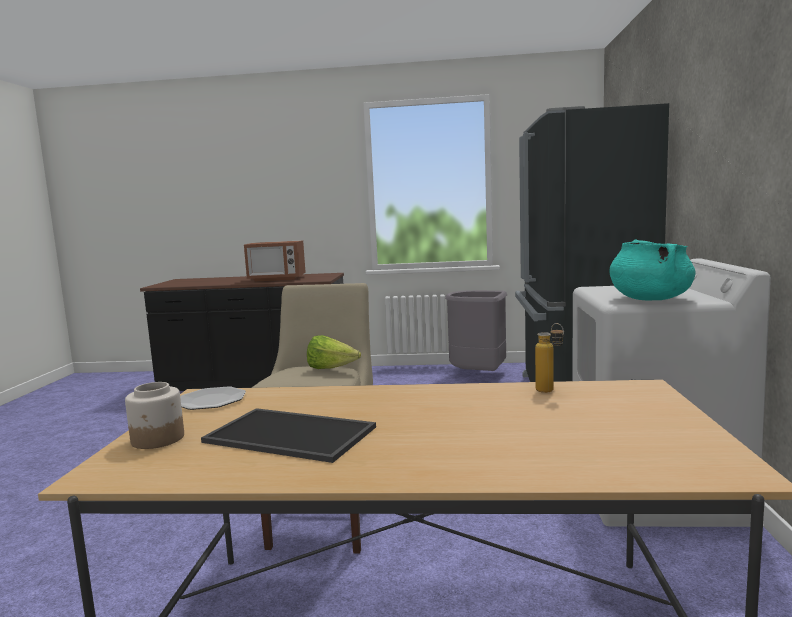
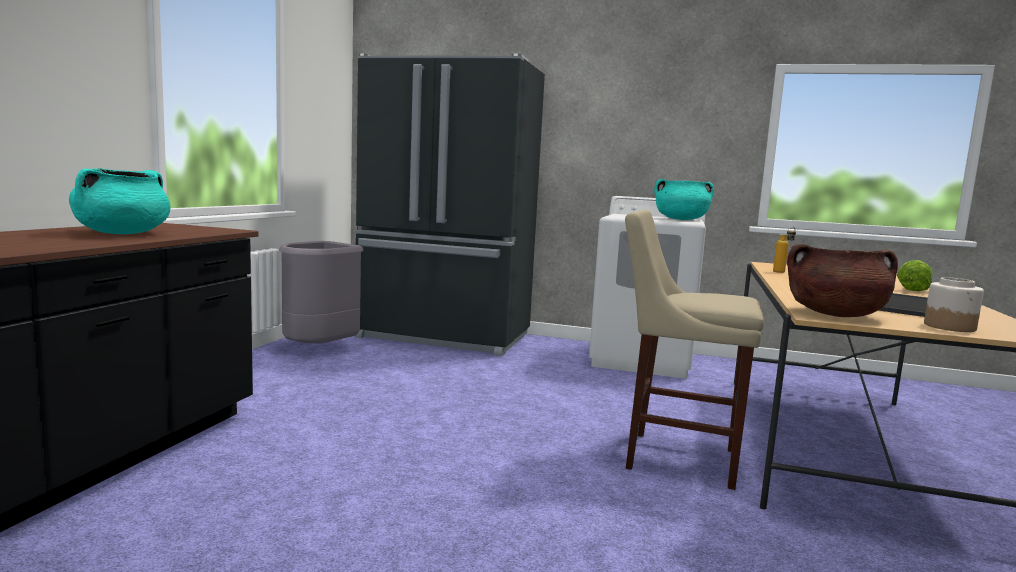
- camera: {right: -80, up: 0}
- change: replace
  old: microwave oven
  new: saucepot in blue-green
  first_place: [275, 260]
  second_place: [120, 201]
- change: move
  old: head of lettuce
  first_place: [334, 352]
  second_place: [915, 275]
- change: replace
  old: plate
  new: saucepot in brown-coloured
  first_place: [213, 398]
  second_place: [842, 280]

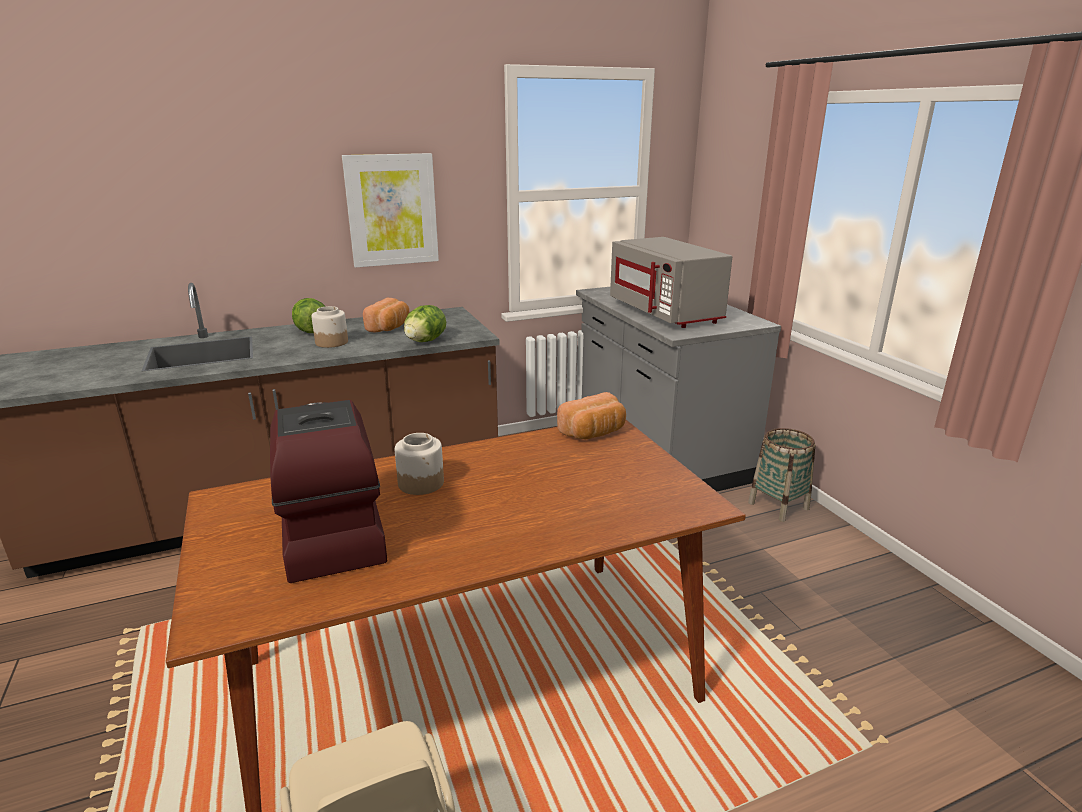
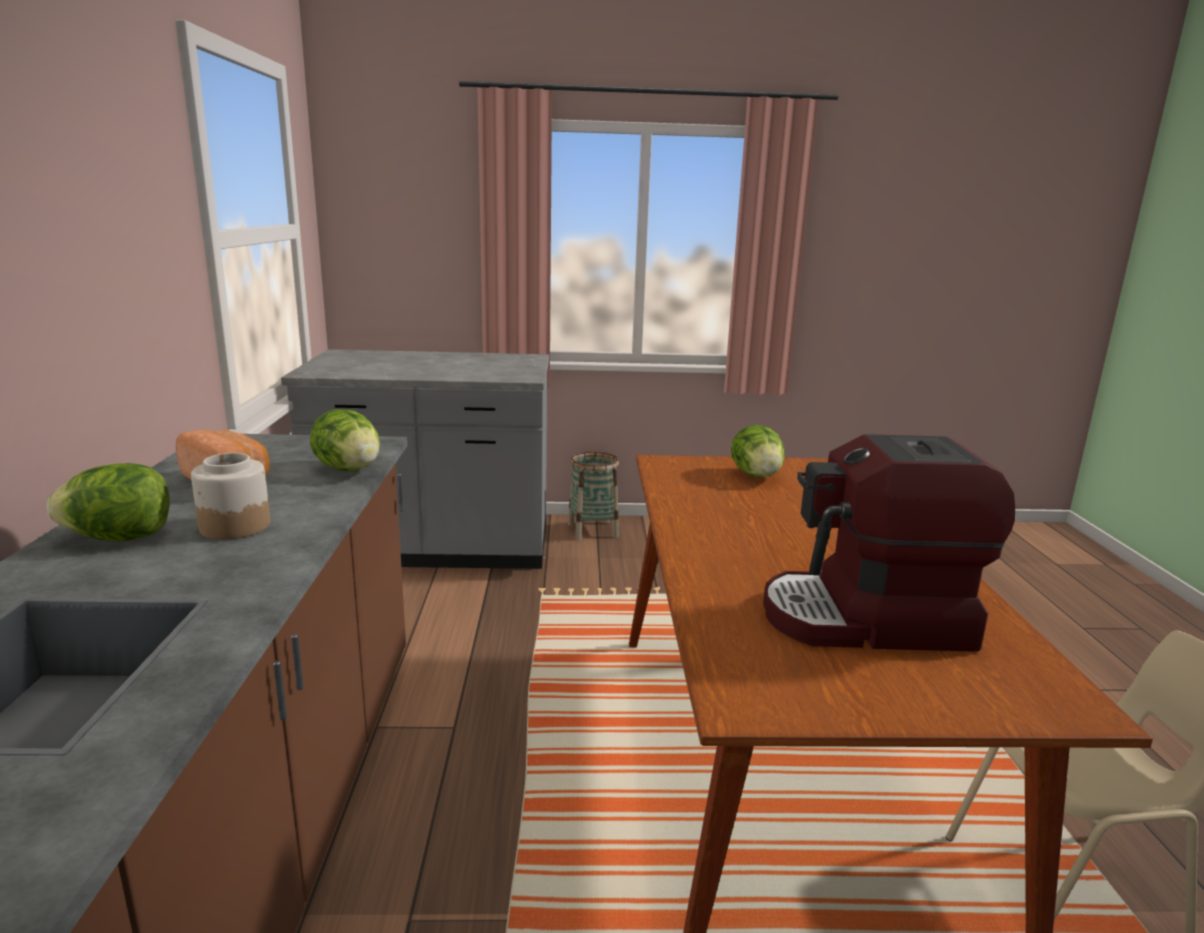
- camera: {right: -70, up: -5}
- change: delete
  old: wall picture
  first_place: [390, 210]
- change: delete
  old: microwave oven in greyish
  first_place: [671, 282]
- change: delete
  old: baked bread
  first_place: [591, 415]
- change: delete
  old: storage jar
  first_place: [419, 464]
- change: insert
  new: head of lettuce
  second_place: [758, 451]

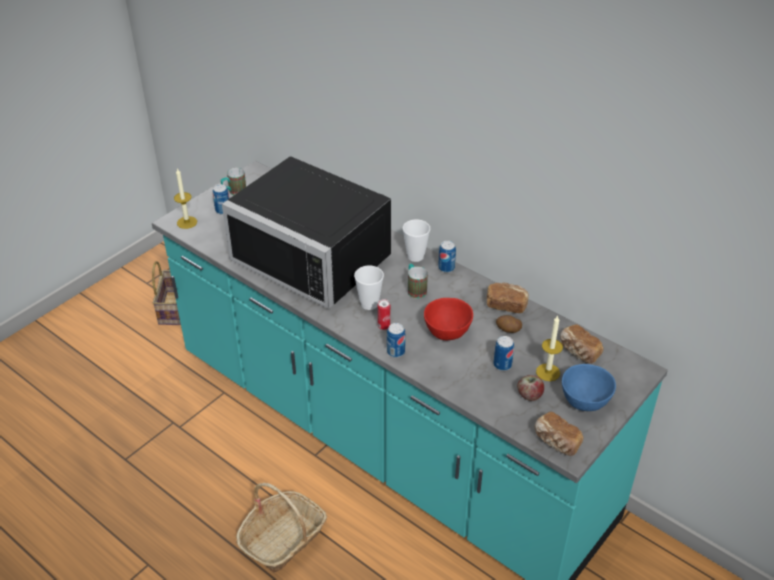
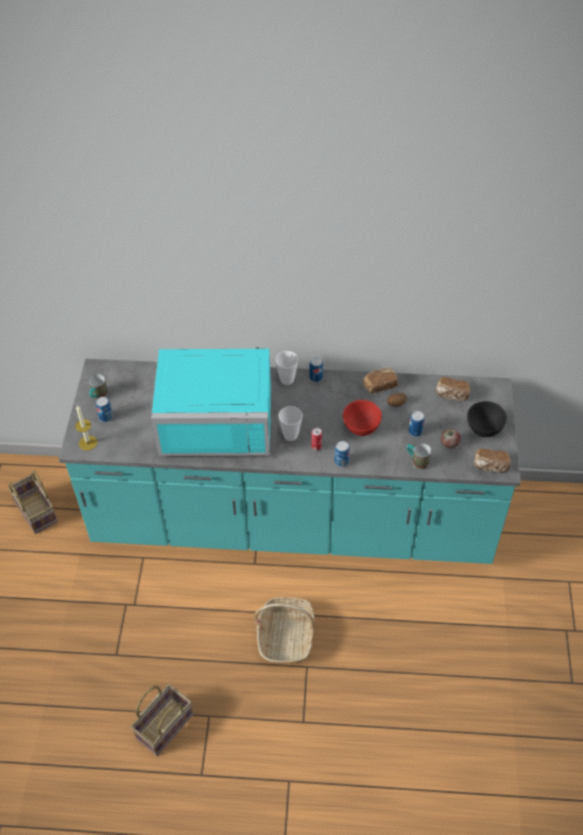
- camera: {right: -35, up: 10}
- change: recolor
  old: microwave oven in blackish
  new: microwave oven in blue-green
  first_place: [306, 232]
  second_place: [211, 401]
- change: move
  old: coffee mug
  first_place: [418, 281]
  second_place: [419, 456]
- change: delete
  old: wax light
  first_place: [549, 348]
- change: recolor
  old: bowl in blue
  new: bowl in blackish
  first_place: [589, 387]
  second_place: [487, 419]
- change: insert
  new: household basket
  second_place: [162, 720]

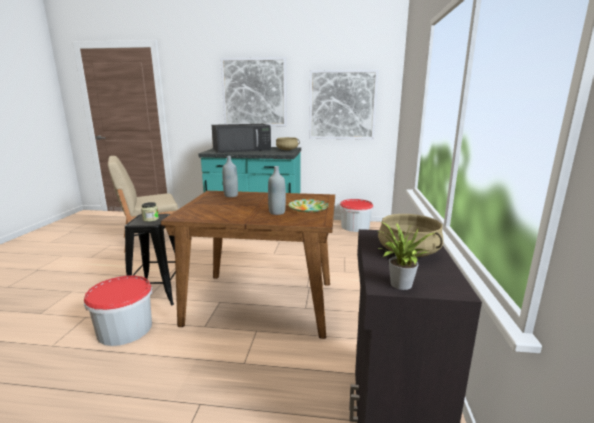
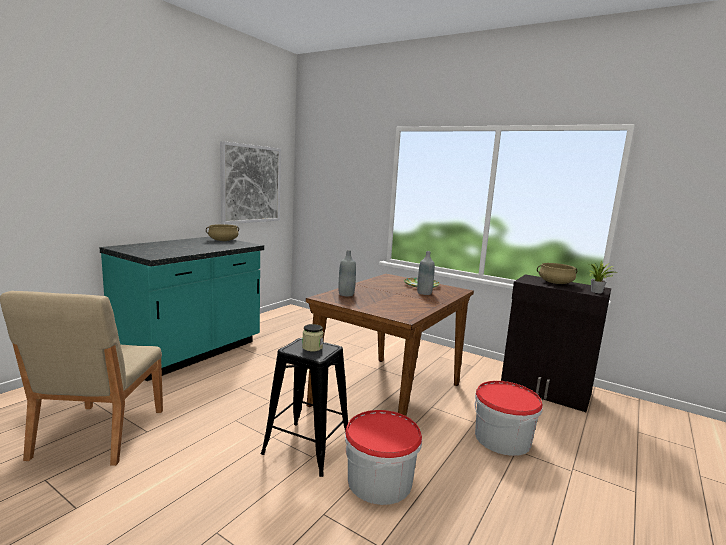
- camera: {right: -65, up: -5}
- change: delete
  old: wall picture
  first_place: [253, 91]
- change: delete
  old: microwave oven in blackish
  first_place: [241, 138]
- change: move
  old: pail
  first_place: [356, 215]
  second_place: [509, 418]

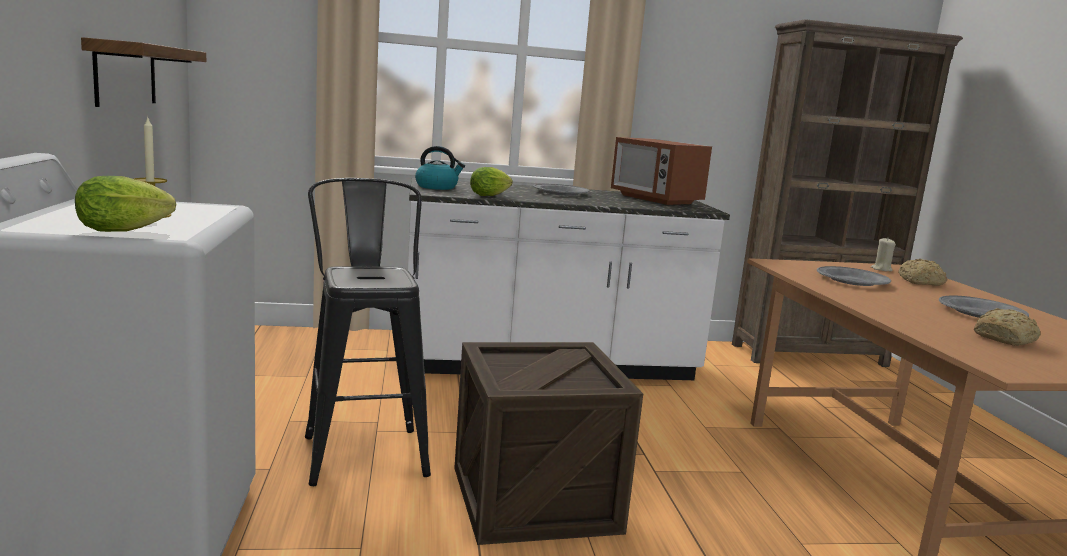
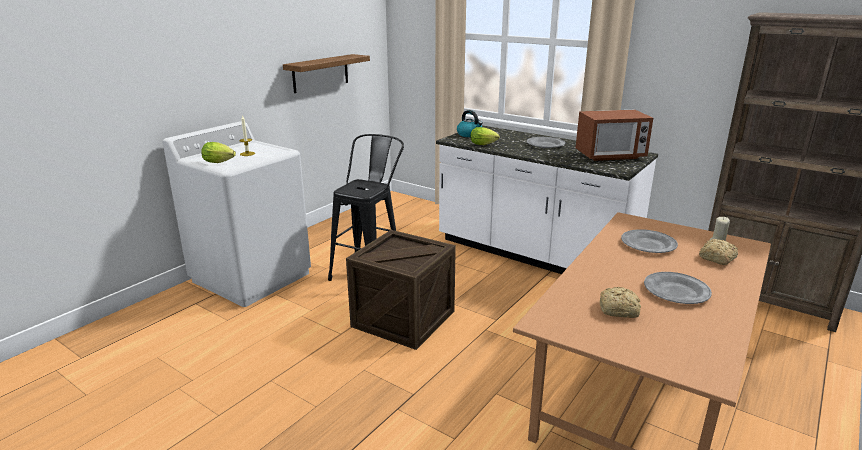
- camera: {right: 45, up: 10}
- change: rotate
  old: microwave oven
  first_place: [661, 171]
  second_place: [614, 135]
  degrees: -105

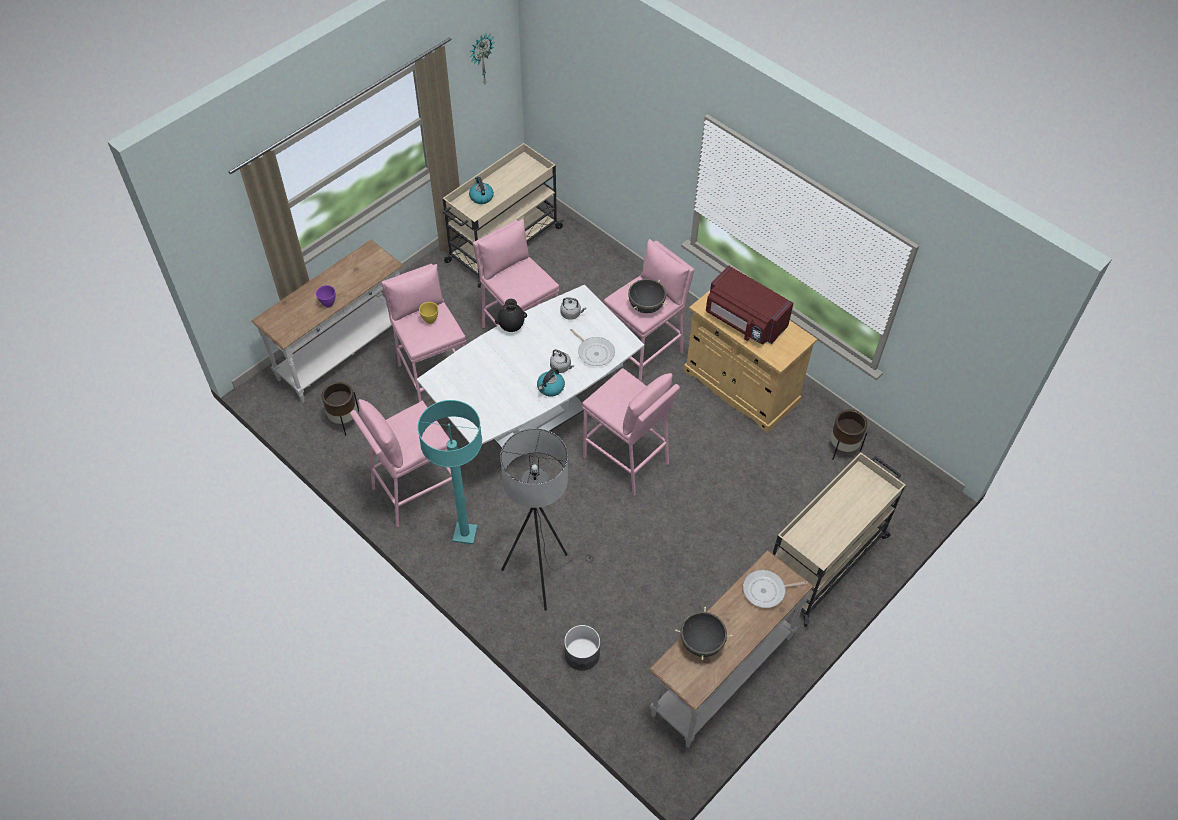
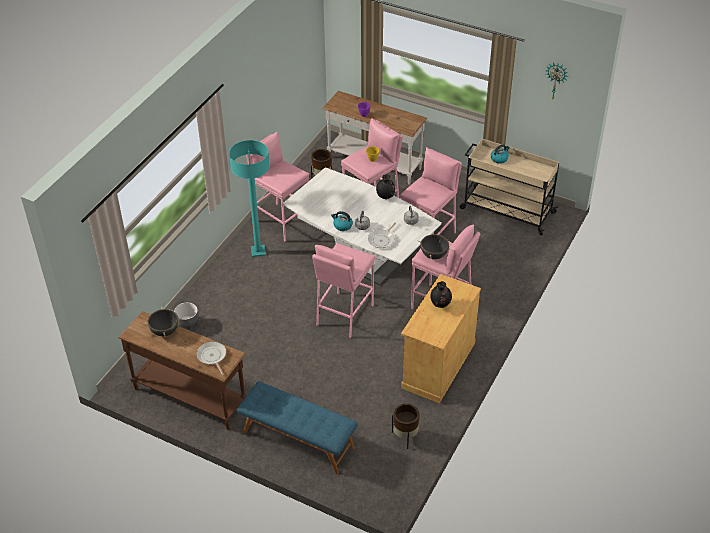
- camera: {right: 75, up: -10}
- change: replace
  old: microwave oven in reddish
  new: flower vase in blackish
  first_place: [750, 305]
  second_place: [441, 294]
- change: delete
  old: standing lamp in greyish
  first_place: [547, 519]
- change: replace
  old: cart in beige
  new: bench in blue
  first_place: [839, 539]
  second_place: [297, 427]
- change: recolor
  old: hall table in white-coloured
  new: hall table in brown-coloured
  first_place: [731, 649]
  second_place: [182, 370]

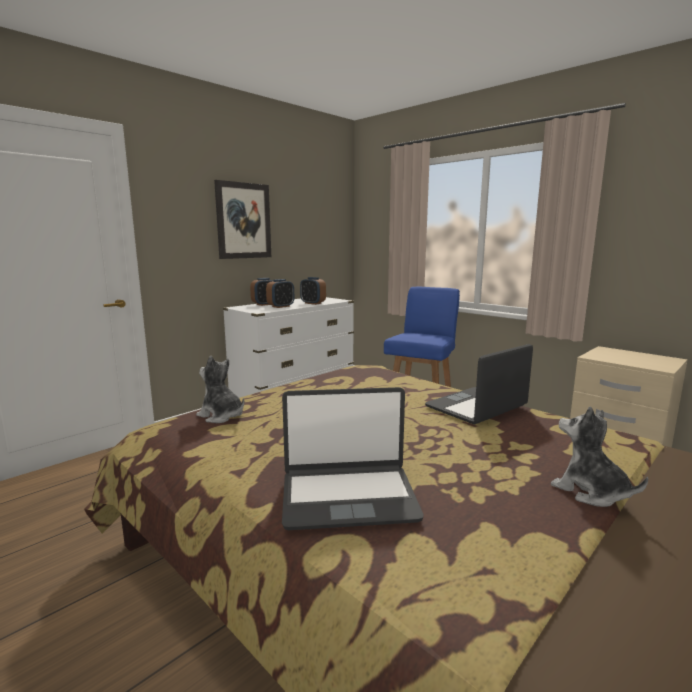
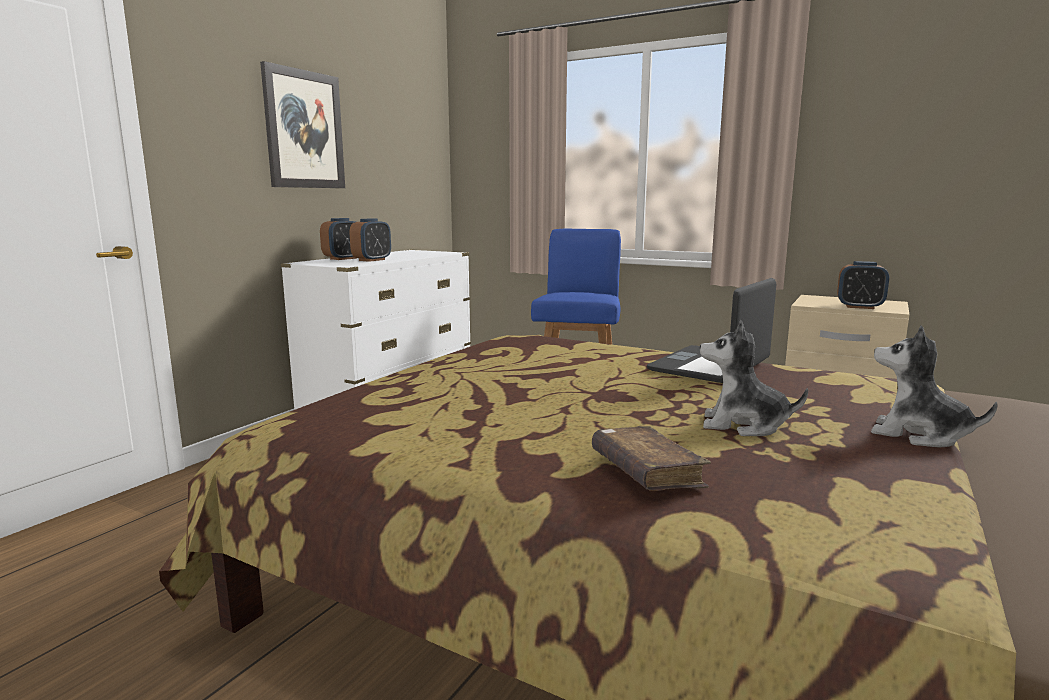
- camera: {right: -15, up: 0}
- change: move
  old: table clock
  first_place: [313, 291]
  second_place: [863, 285]
- change: move
  old: cuddly toy
  first_place: [220, 389]
  second_place: [754, 378]
- change: replace
  old: laptop
  new: book in brown-coloured
  first_place: [353, 458]
  second_place: [651, 458]

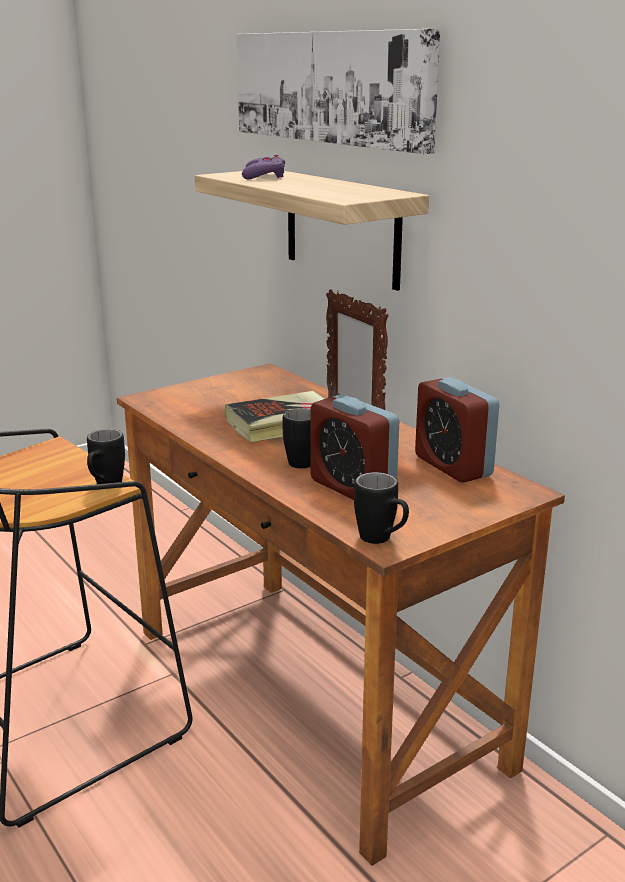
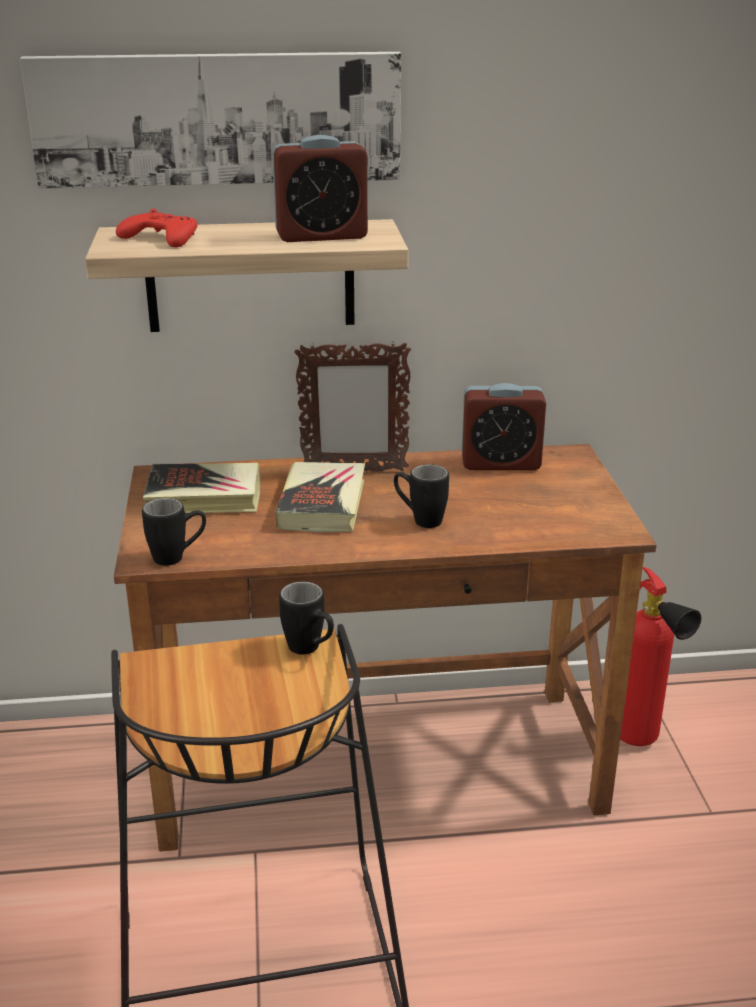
- camera: {right: -60, up: 5}
- change: recolor
  old: joypad in purplish
  new: joypad in reddish
  first_place: [263, 167]
  second_place: [156, 228]
- change: move
  old: table clock
  first_place: [354, 447]
  second_place: [320, 188]
- change: move
  old: coffee mug in blackish
  first_place: [381, 508]
  second_place: [174, 532]
- change: insert
  new: book
  second_place: [202, 488]
- change: insert
  new: extinguisher
  second_place: [660, 656]

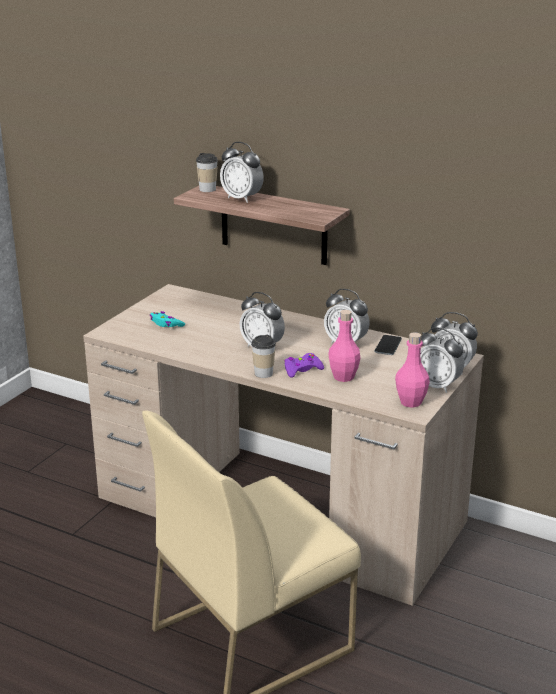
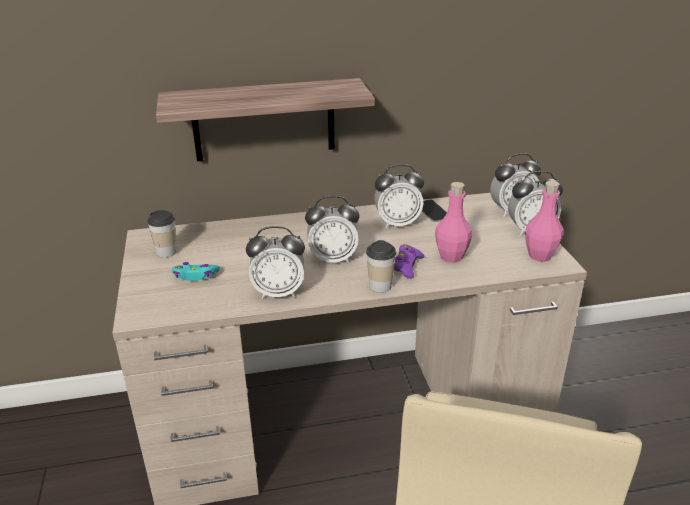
- camera: {right: -40, up: 5}
- change: move
  old: table clock
  first_place: [242, 172]
  second_place: [275, 262]
- change: move
  old: drinking cup
  first_place: [207, 172]
  second_place: [162, 234]

